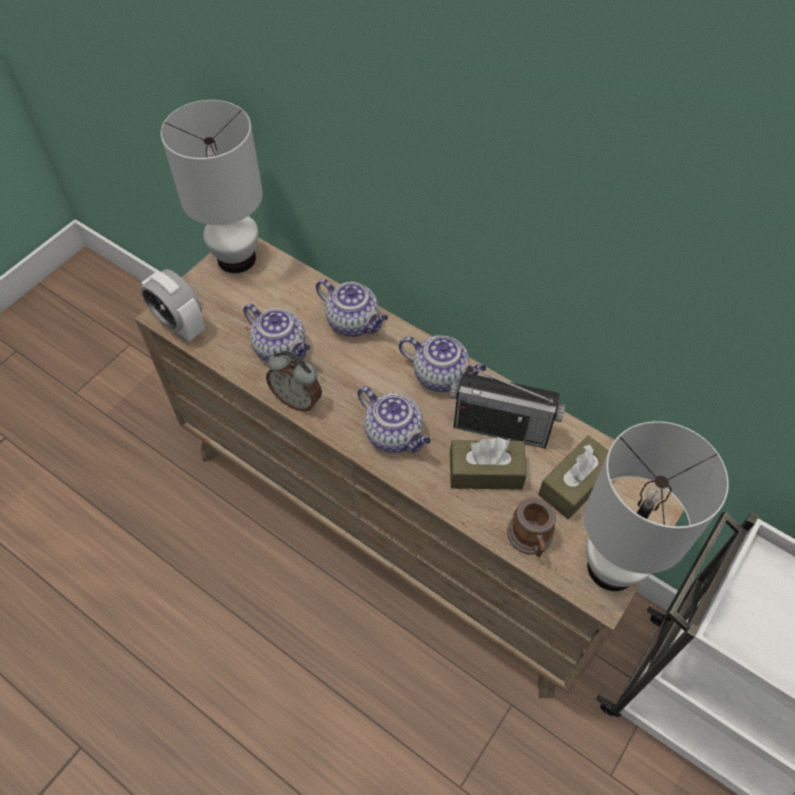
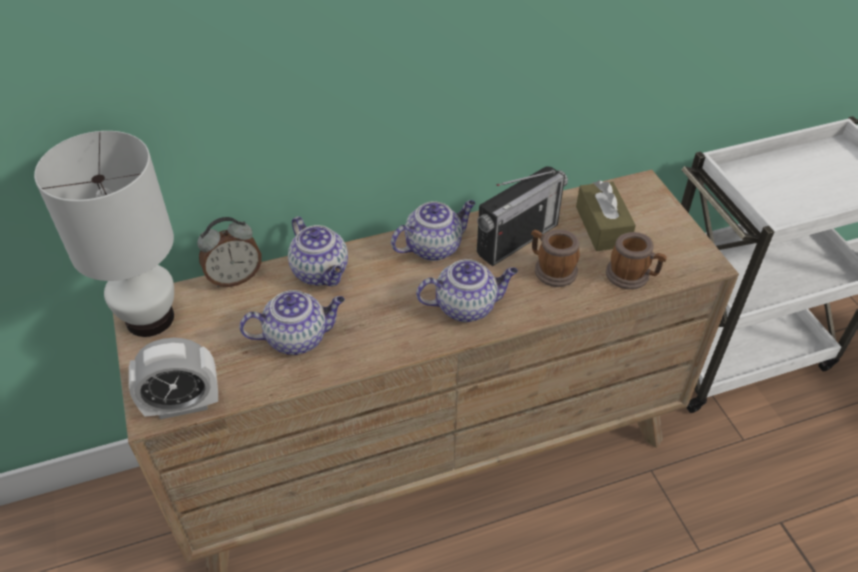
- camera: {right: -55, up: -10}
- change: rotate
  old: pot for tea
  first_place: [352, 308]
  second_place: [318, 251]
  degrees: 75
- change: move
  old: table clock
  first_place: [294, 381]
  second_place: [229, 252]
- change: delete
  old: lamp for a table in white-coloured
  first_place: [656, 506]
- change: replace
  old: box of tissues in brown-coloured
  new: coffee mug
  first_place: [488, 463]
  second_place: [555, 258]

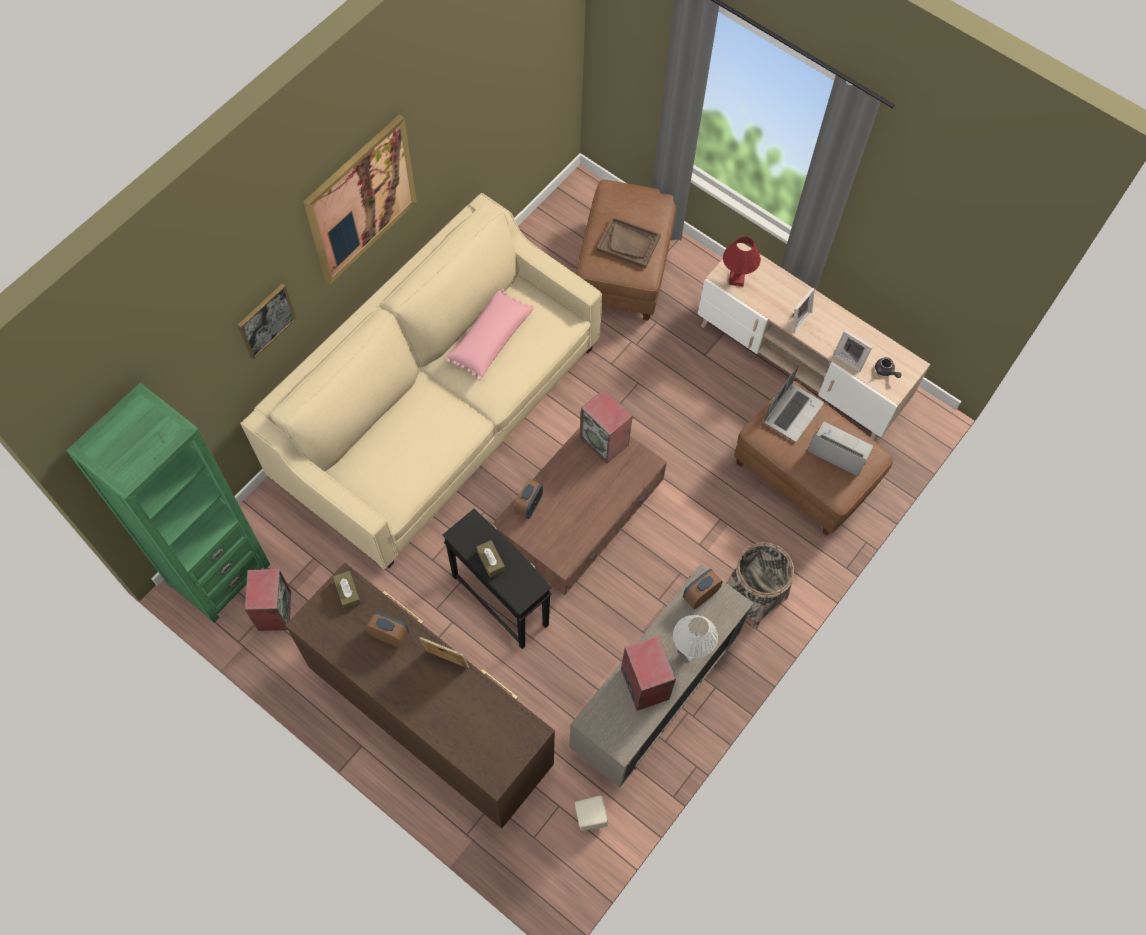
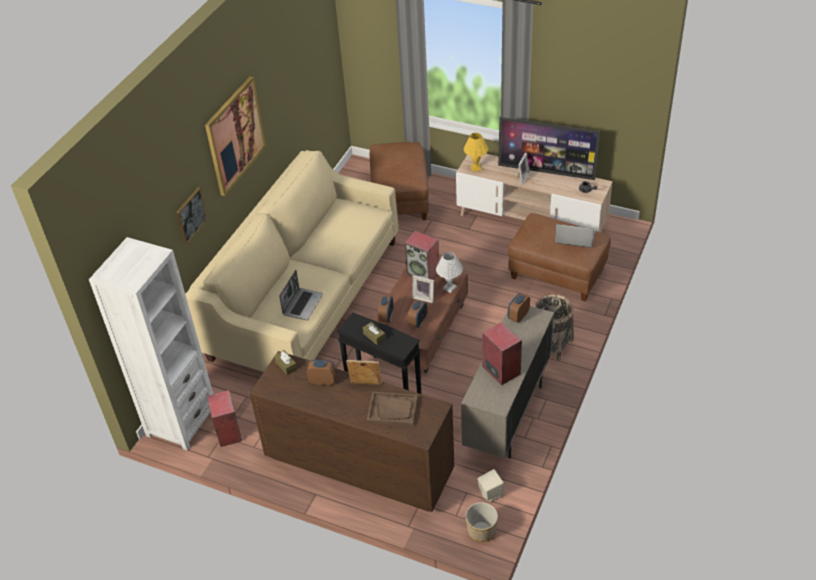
- camera: {right: -10, up: -20}
- change: move
  old: tray in brown-coloured
  first_place: [628, 242]
  second_place: [392, 409]
- change: recolor
  old: lamp for a table in reddish
  new: lamp for a table in yellow
  first_place: [742, 261]
  second_place: [476, 152]
- change: delete
  old: pillow in pink-coloured
  first_place: [490, 334]
- change: move
  old: standing frame
  first_place: [853, 351]
  second_place: [423, 289]
- change: move
  old: laptop
  first_place: [793, 404]
  second_place: [301, 295]
- change: recolor
  old: bookshelf in green-coloured
  new: bookshelf in white-coloured
  first_place: [168, 503]
  second_place: [151, 343]
- change: move
  old: lamp for a table in white-coloured
  first_place: [695, 638]
  second_place: [449, 272]
- change: insert
  new: television
  second_place: [549, 148]
- change: insert
  new: table clock
  second_place: [417, 314]
- change: insert
  new: planter
  second_place: [481, 522]

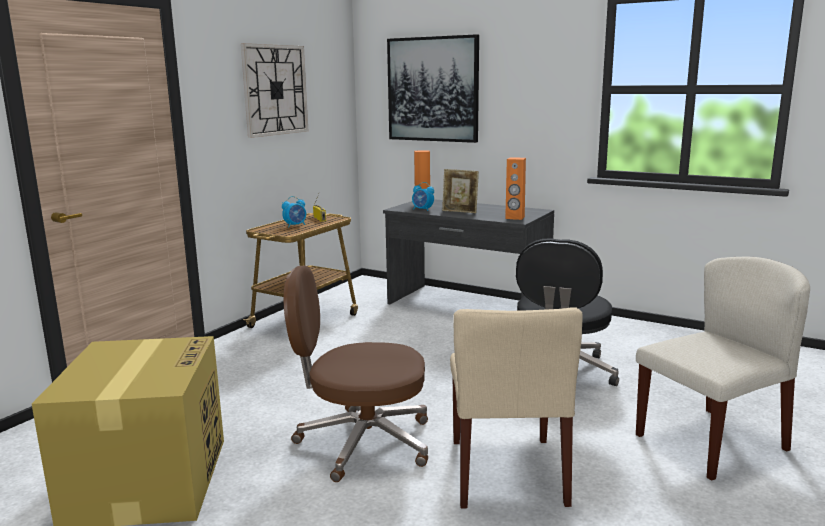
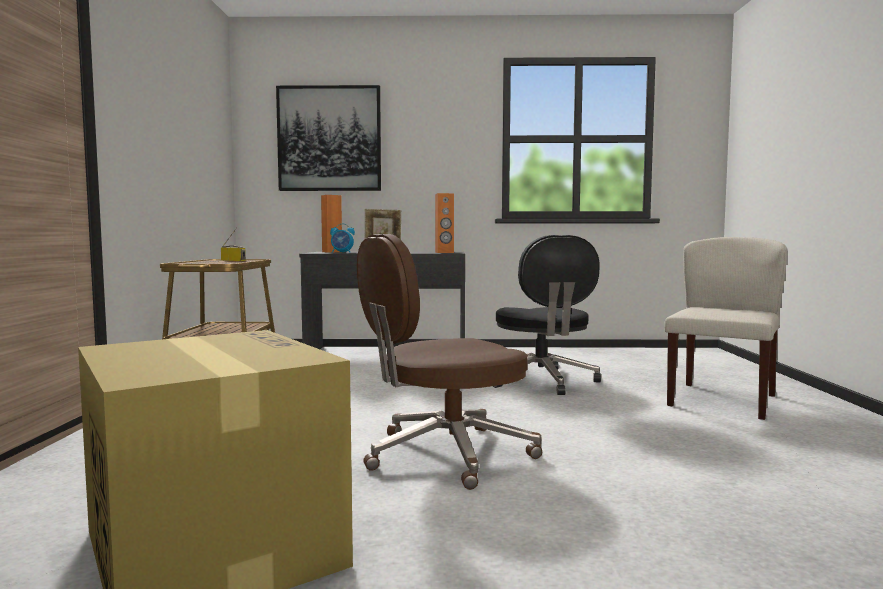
- camera: {right: -30, up: -10}
- change: delete
  old: wall clock
  first_place: [274, 90]
- change: delete
  old: table clock
  first_place: [294, 212]
- change: delete
  old: plain chair in beige
  first_place: [516, 407]

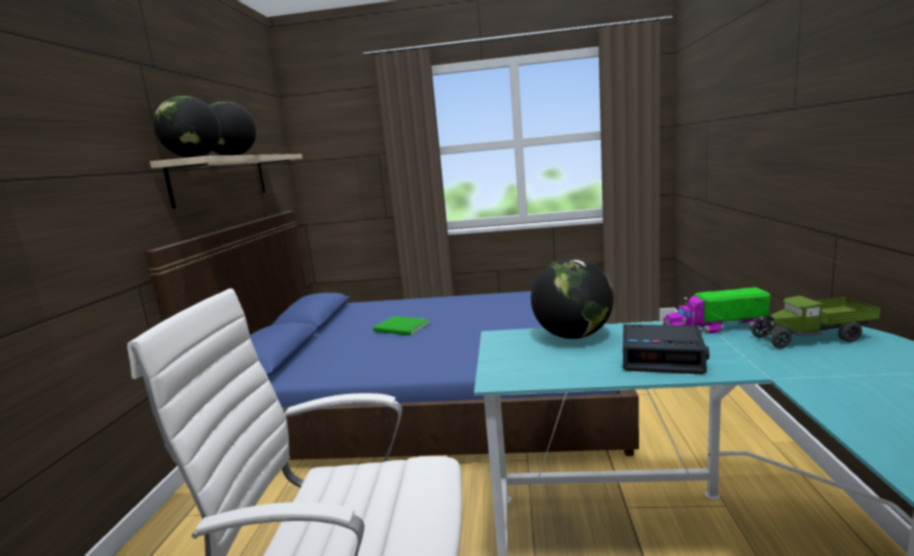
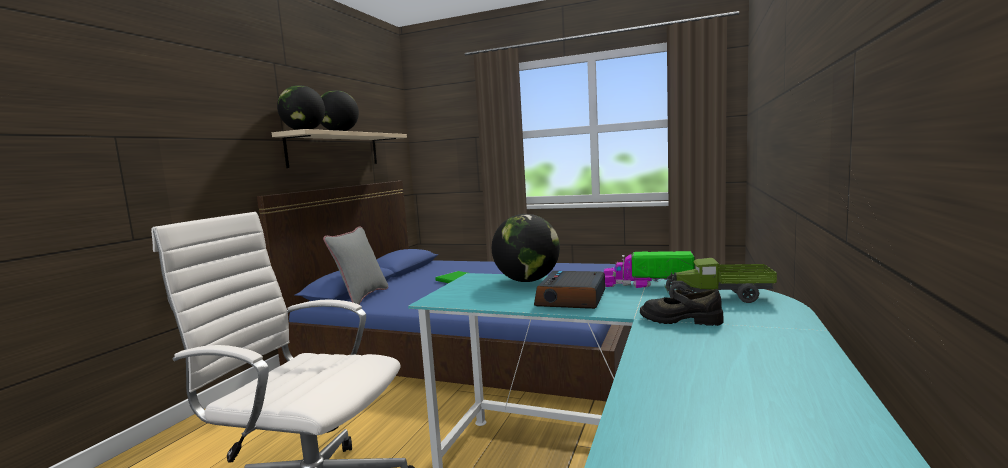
- camera: {right: 15, up: -5}
- change: rotate
  old: table clock
  first_place: [666, 349]
  second_place: [569, 290]
  degrees: 75
- change: insert
  new: pillow in greyish
  second_place: [355, 265]
- change: insert
  new: low shoe in blackish
  second_place: [682, 307]

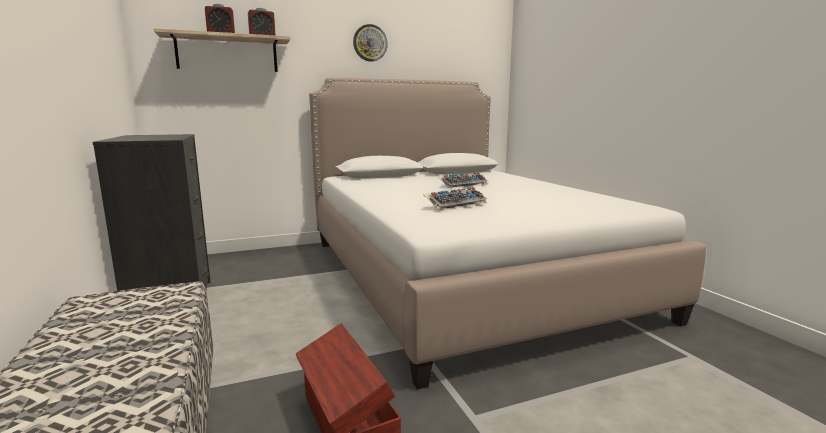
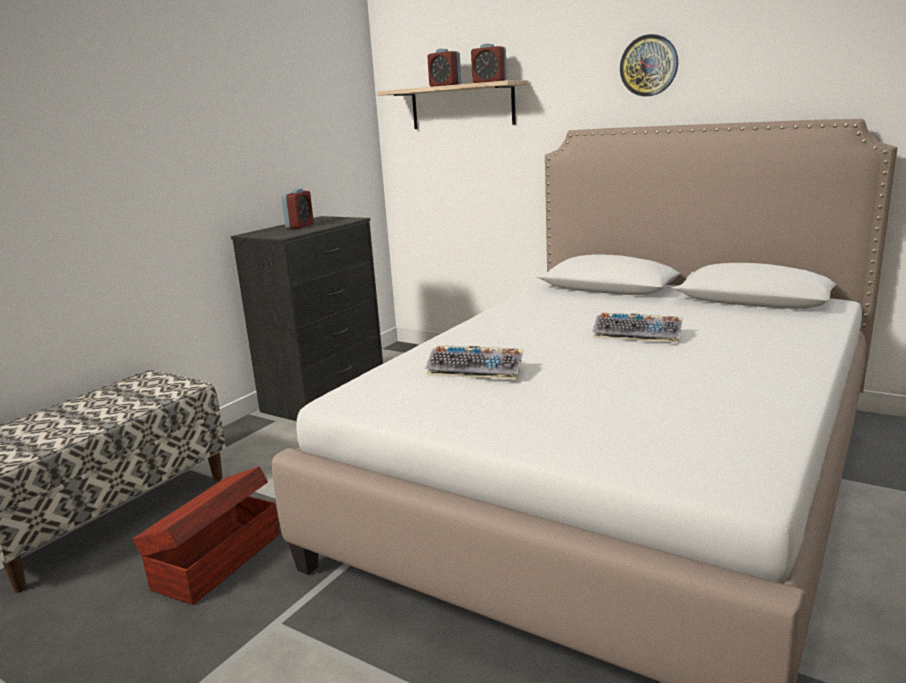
- camera: {right: 55, up: 5}
- change: insert
  new: table clock
  second_place: [297, 208]

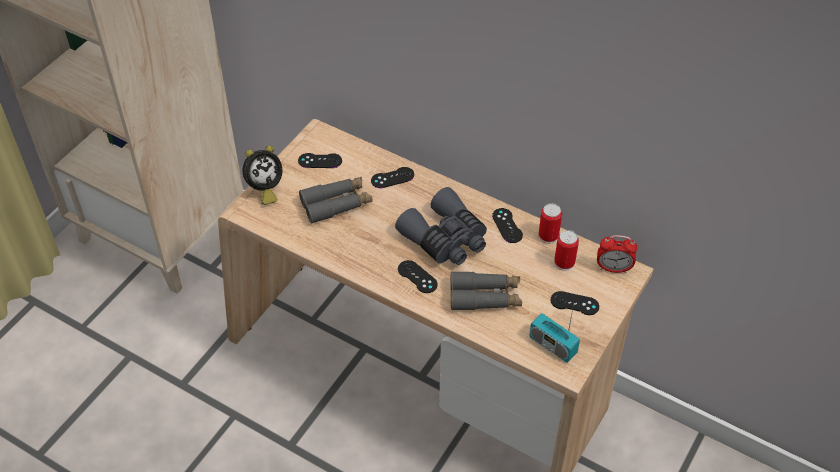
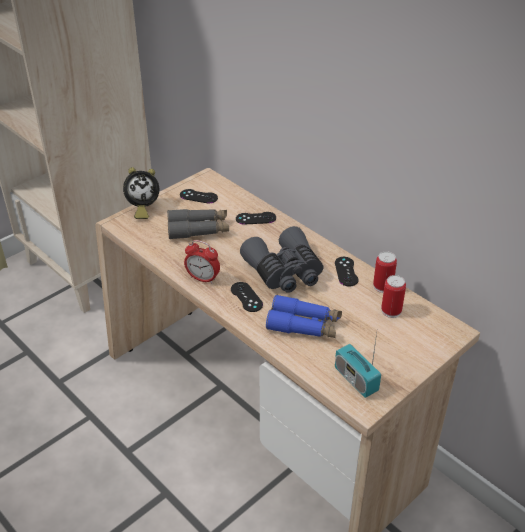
- camera: {right: 15, up: -10}
- change: move
  old: table clock
  first_place: [617, 254]
  second_place: [202, 262]
- change: recolor
  old: pair of binoculars in greyish
  new: pair of binoculars in blue
  first_place: [486, 291]
  second_place: [304, 316]
- change: delete
  old: joypad in blackish
  first_place: [575, 303]

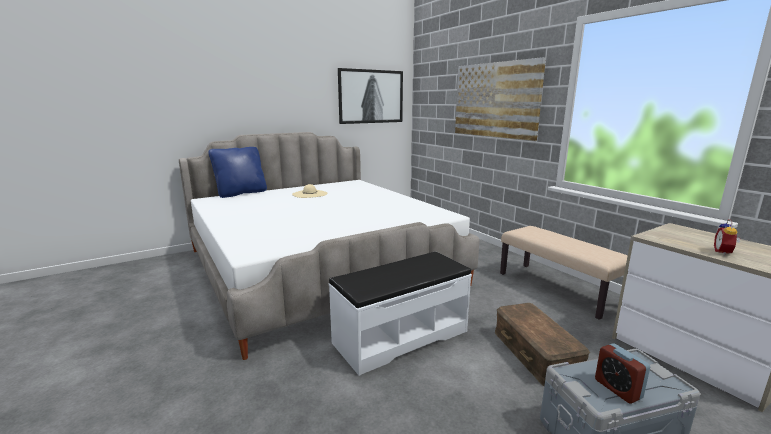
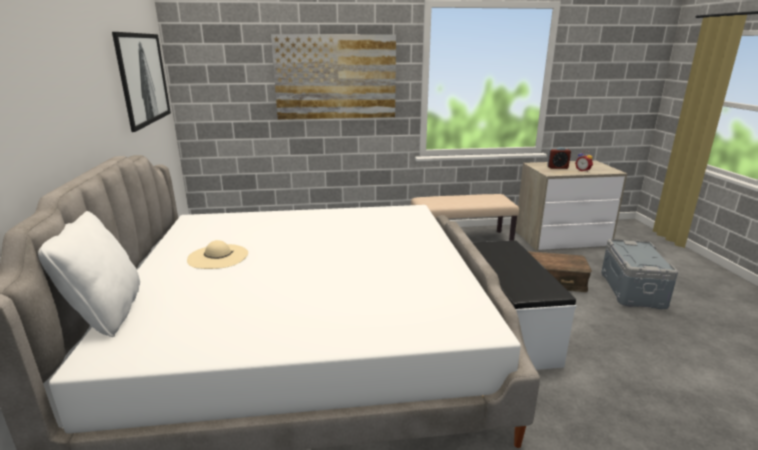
- camera: {right: -65, up: 5}
- change: recolor
  old: pillow in blue
  new: pillow in white-coloured
  first_place: [237, 172]
  second_place: [89, 274]
- change: move
  old: table clock
  first_place: [622, 373]
  second_place: [559, 158]

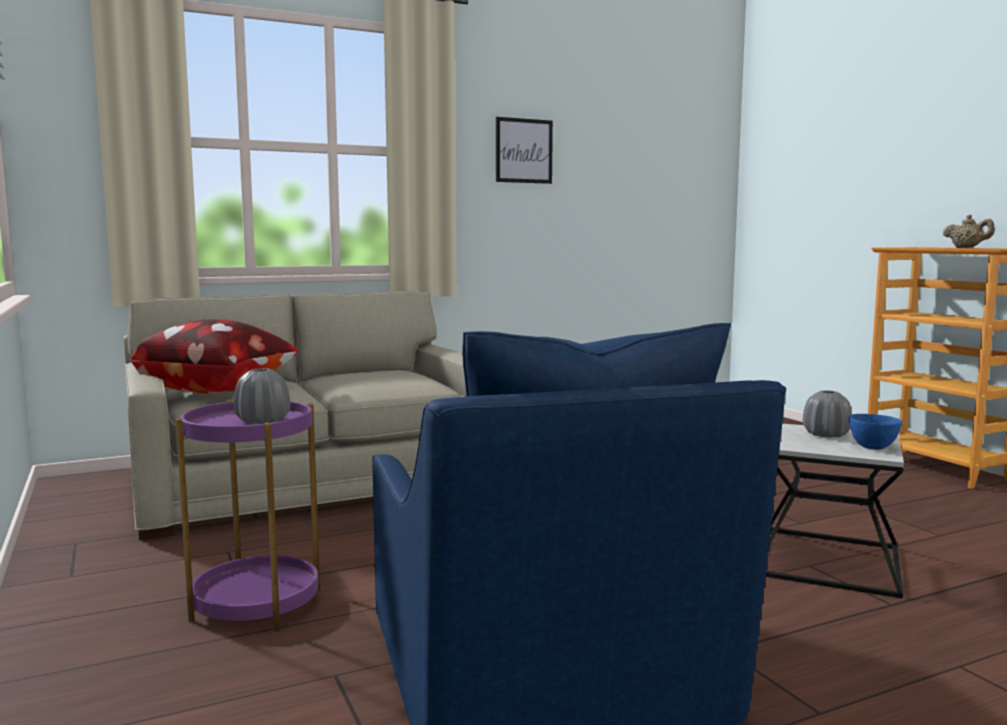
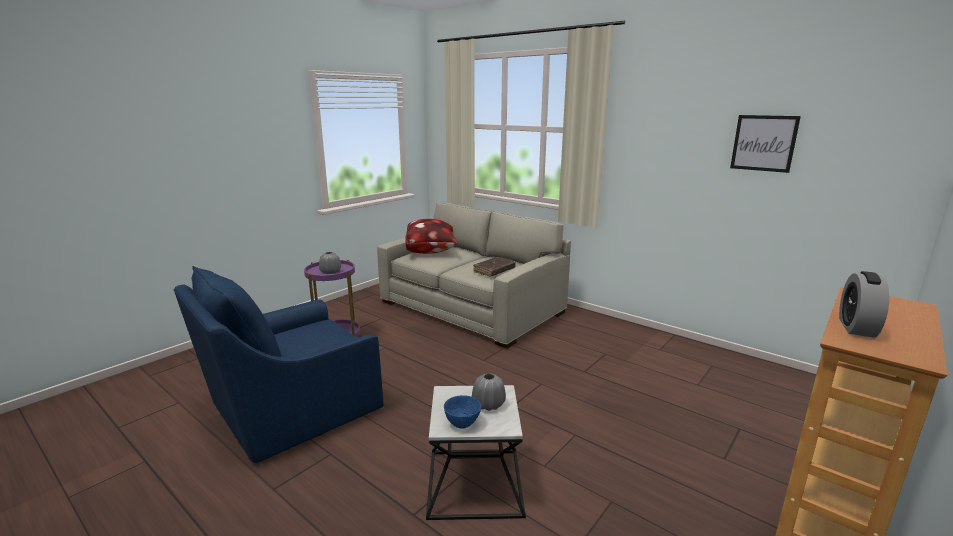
- camera: {right: 65, up: 10}
- change: move
  old: wall picture
  first_place: [524, 150]
  second_place: [765, 144]
- change: replace
  old: pot for tea in beige
  new: table clock
  first_place: [969, 231]
  second_place: [864, 304]
- change: insert
  new: book in brown-coloured
  second_place: [494, 267]

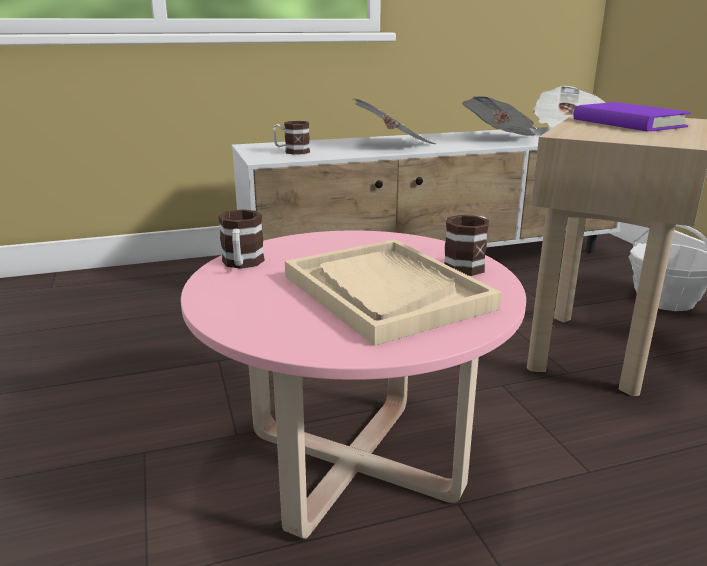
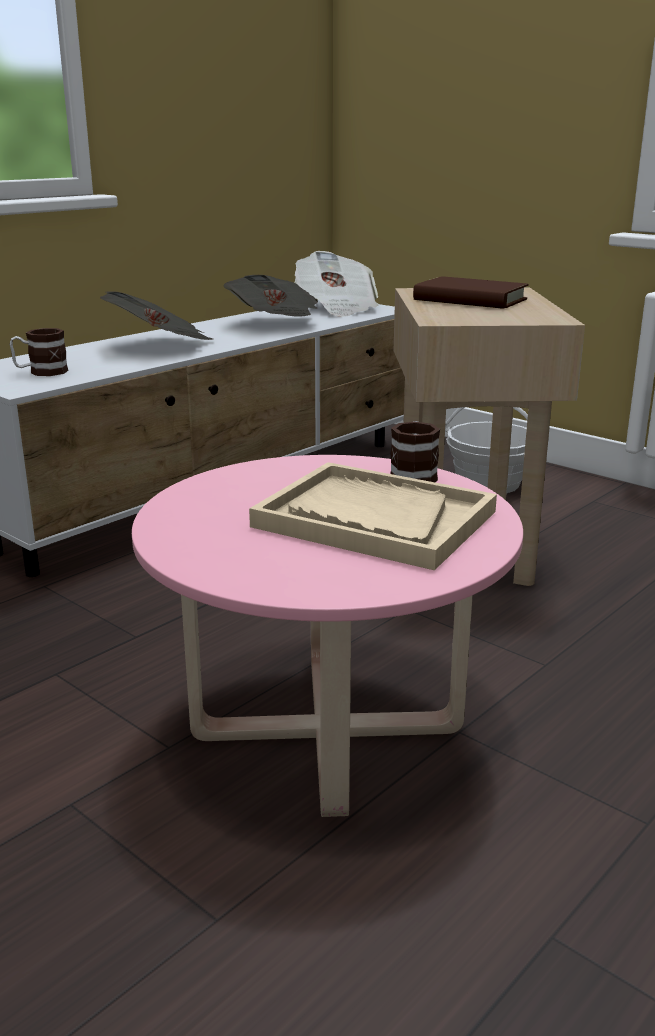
- camera: {right: -30, up: 0}
- change: recolor
  old: book in purplish
  new: book in brown-coloured
  first_place: [632, 116]
  second_place: [470, 292]
- change: delete
  old: coffee mug
  first_place: [241, 239]

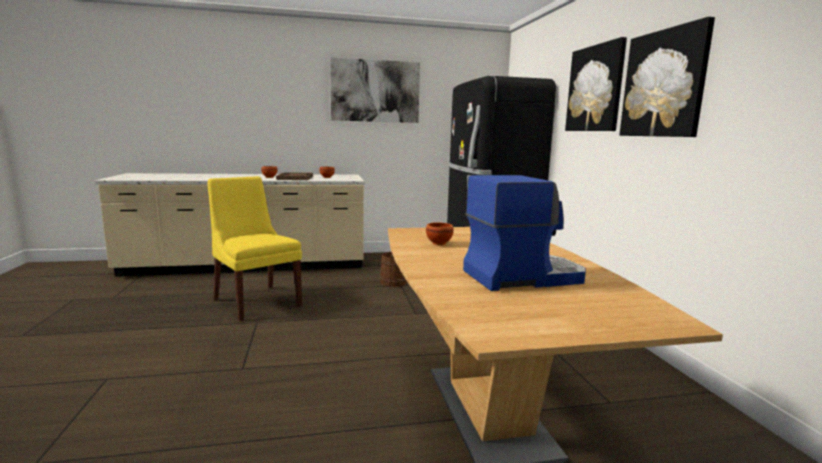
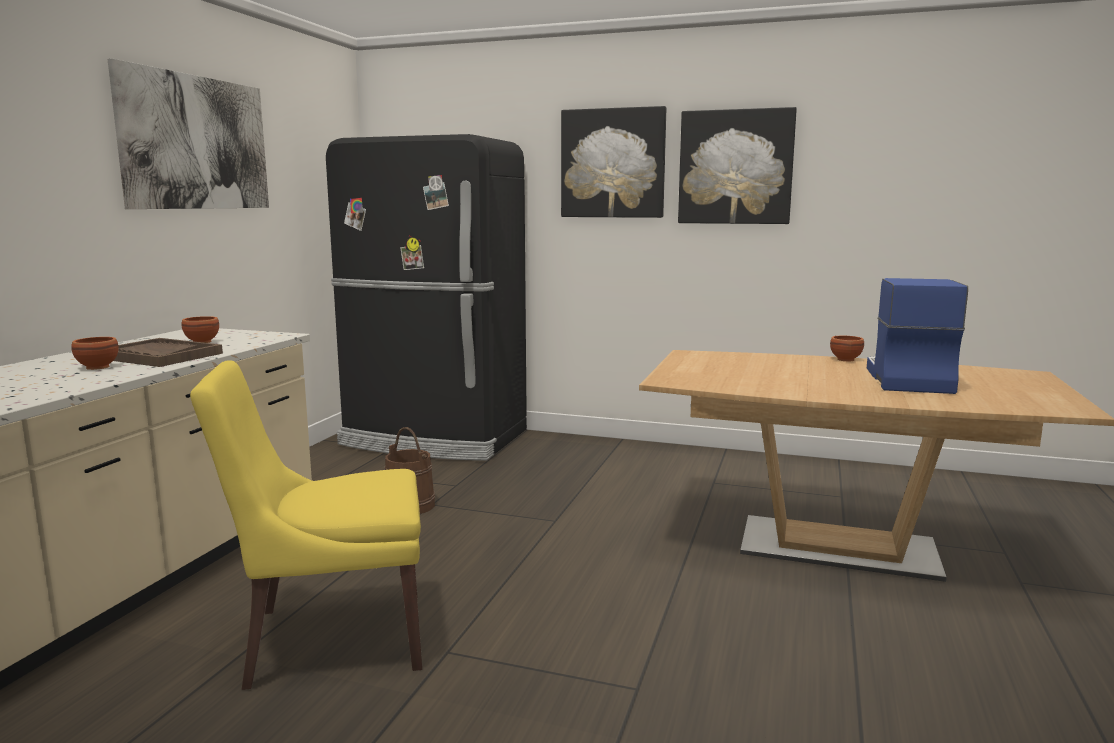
- camera: {right: -60, up: 0}
- change: move
  old: bowl in brown-coloured
  first_place: [440, 234]
  second_place: [847, 348]

